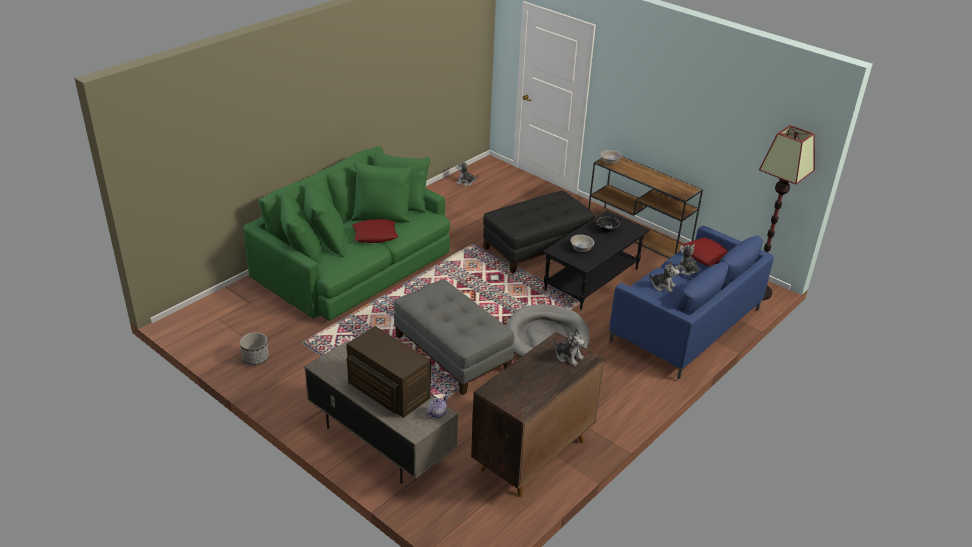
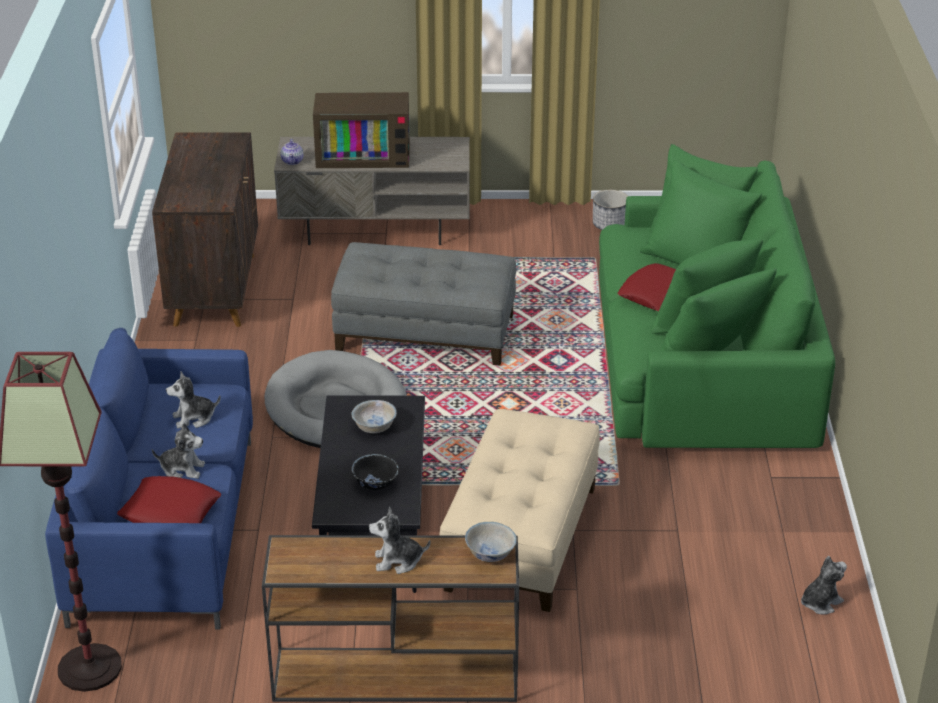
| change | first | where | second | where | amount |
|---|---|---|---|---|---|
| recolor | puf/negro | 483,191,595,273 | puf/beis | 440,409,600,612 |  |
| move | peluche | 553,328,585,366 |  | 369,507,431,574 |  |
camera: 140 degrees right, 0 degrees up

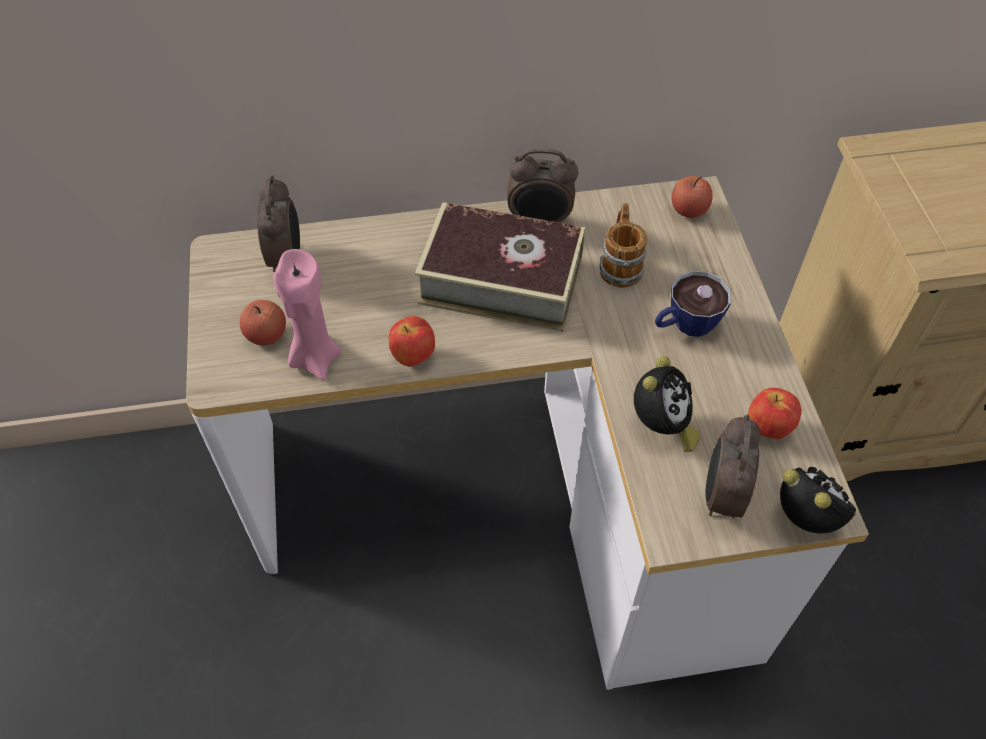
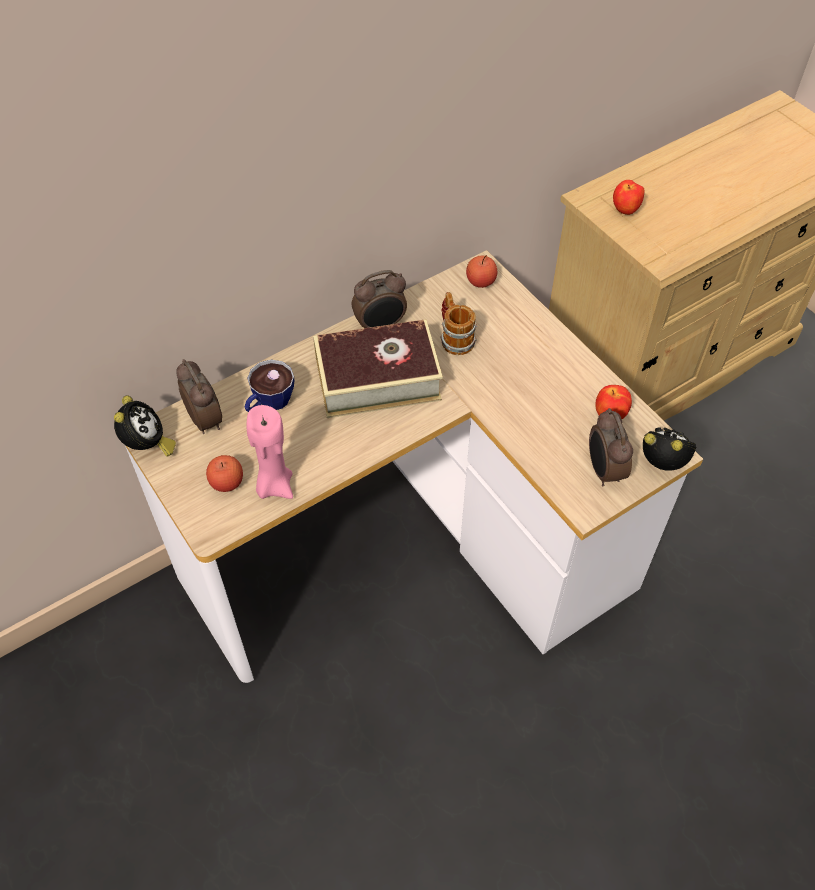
| change | first | where | second | where | amount |
|---|---|---|---|---|---|
| move | taza | 655,270,731,337 |  | 244,360,294,412 |  |
| move | manzana | 389,316,435,367 |  | 613,180,644,215 |  |
| move | despertador | 634,356,700,452 |  | 114,396,176,457 |  |
camera: 25 degrees left, 0 degrees up

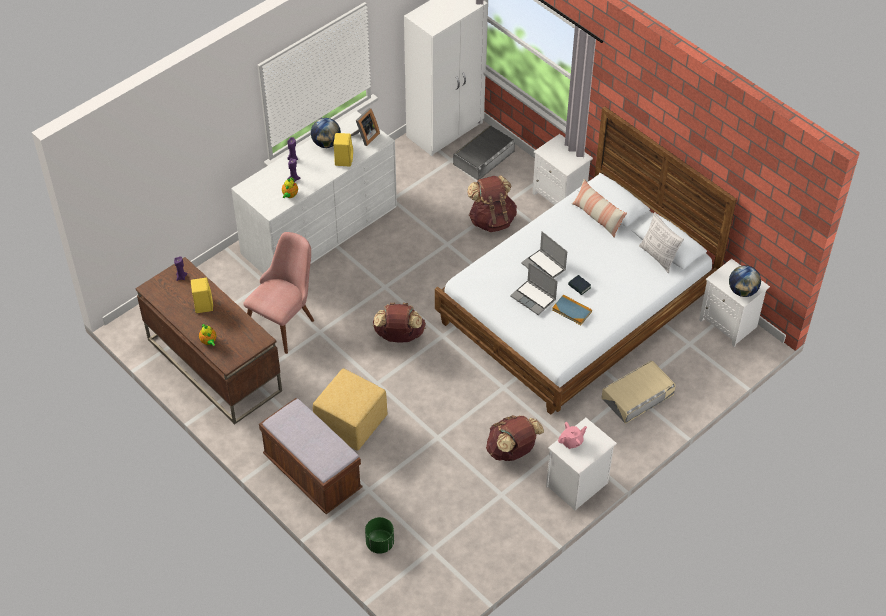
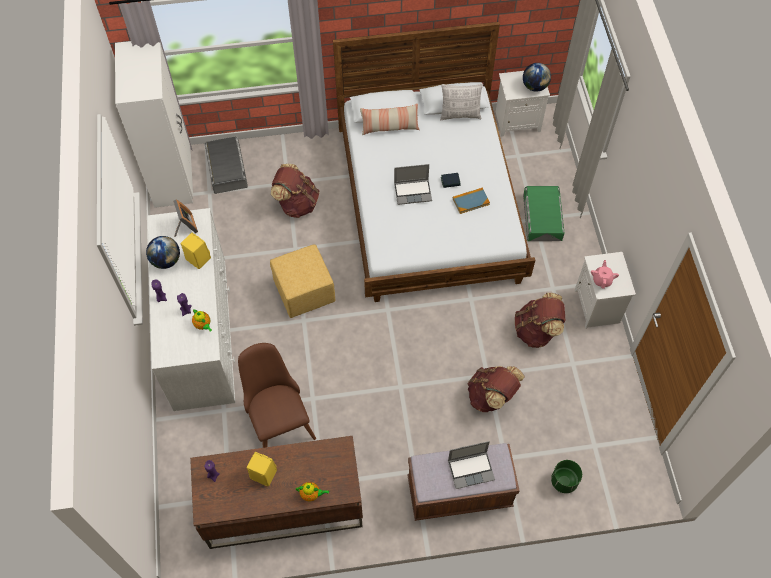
| change | first | where | second | where | amount |
|---|---|---|---|---|---|
| delete | mesita de noche/blanco | 532,134,593,205 |  |  |  |
| recolor | silla/rosa | 243,232,314,354 | silla/marrón | 238,343,316,448 |  |
| move | portátil | 510,262,558,315 |  | 448,441,495,489 |  |
| move | mochila/marrón | 373,303,426,342 |  | 468,366,525,412 |  |
| recolor | caja de almacenaje/beis | 601,361,676,423 | caja de almacenaje/verde | 523,186,565,241 |  |
| move | puf/amarillo | 313,368,388,451 |  | 270,244,336,318 |  |
camera: 55 degrees left, 10 degrees up

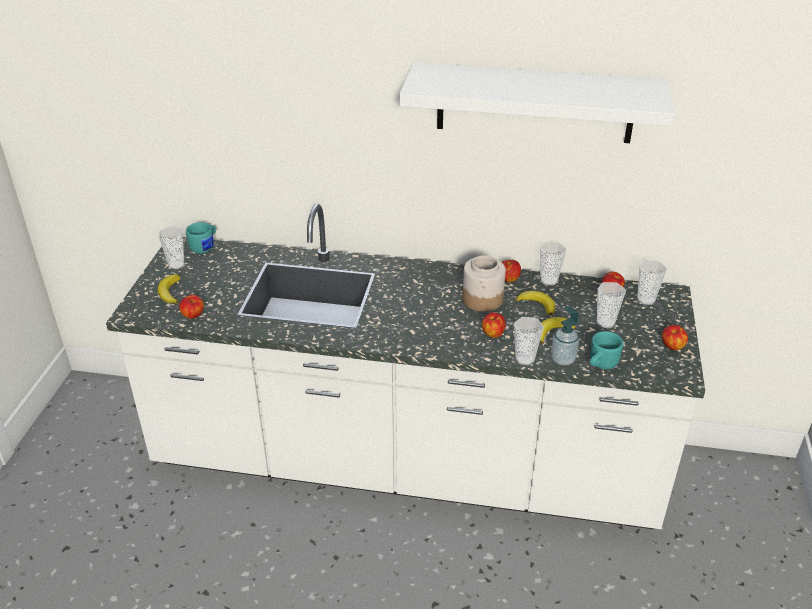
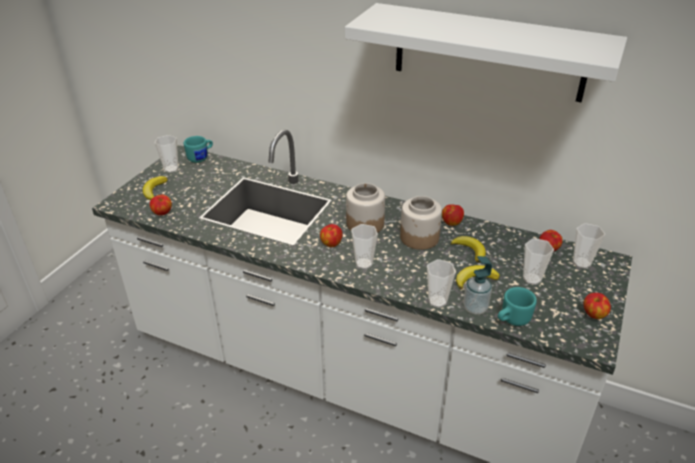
| change | first | where | second | where | amount |
|---|---|---|---|---|---|
| move | taza | 540,242,566,285 |  | 351,224,378,269 |  |
| move | manzana | 482,312,506,338 |  | 320,224,343,247 |  |
| insert |  |  | tarro | 346,183,385,233 |  |
camera: 15 degrees right, 0 degrees up

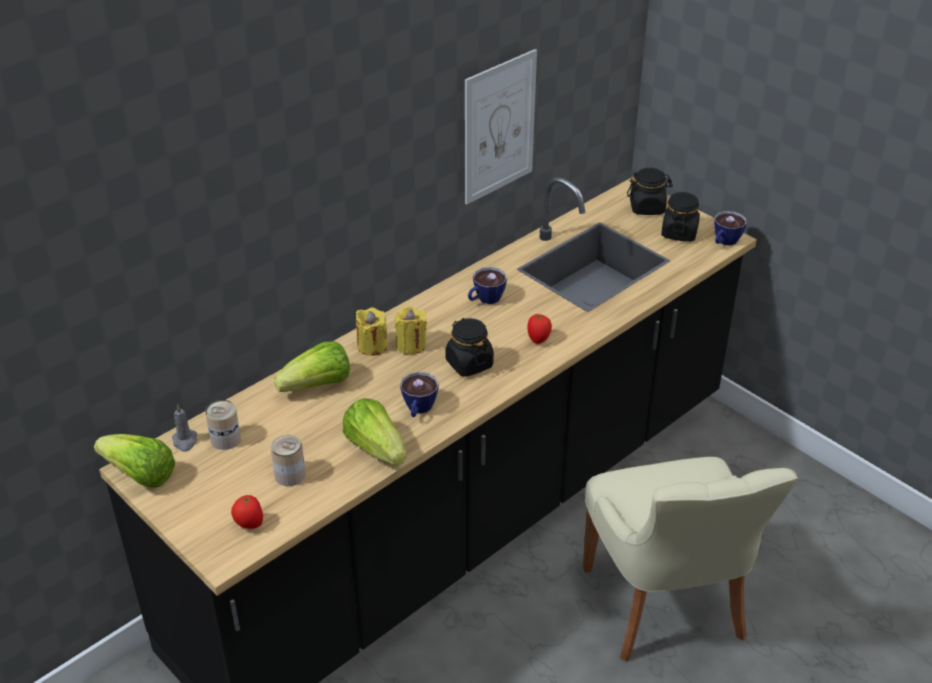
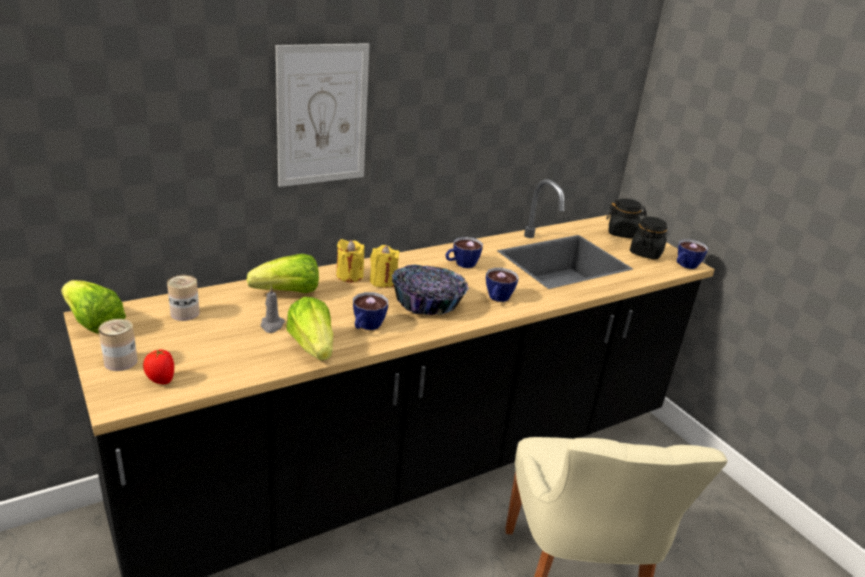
| change | first | where | second | where | amount |
|---|---|---|---|---|---|
| move | cuadro | 465,49,537,204 |  | 276,43,370,187 |  |
| replace | tomate | 527,313,552,344 | taza | 486,268,519,302 |  |
| replace | tarro/negro | 445,318,494,377 | cuenco | 392,265,469,315 |  |
| move | vela/gris | 172,404,197,452 |  | 261,285,285,333 |  |
| move | lata | 271,435,306,486 |  | 98,319,138,371 |  |
camera: 10 degrees right, 10 degrees down

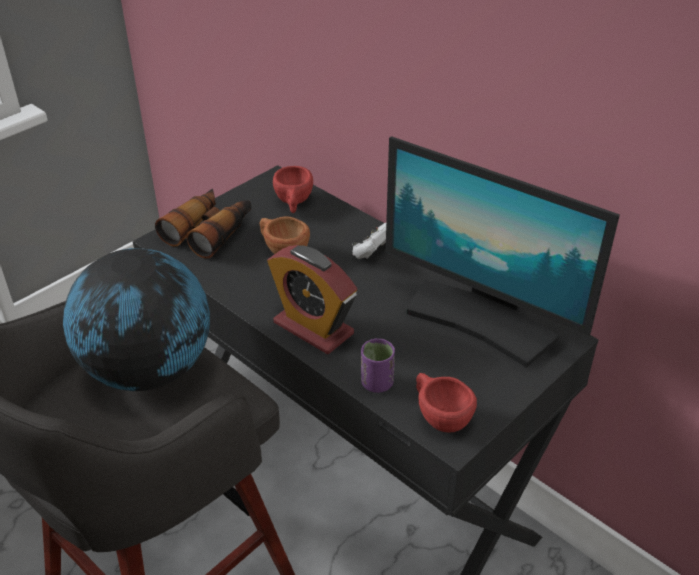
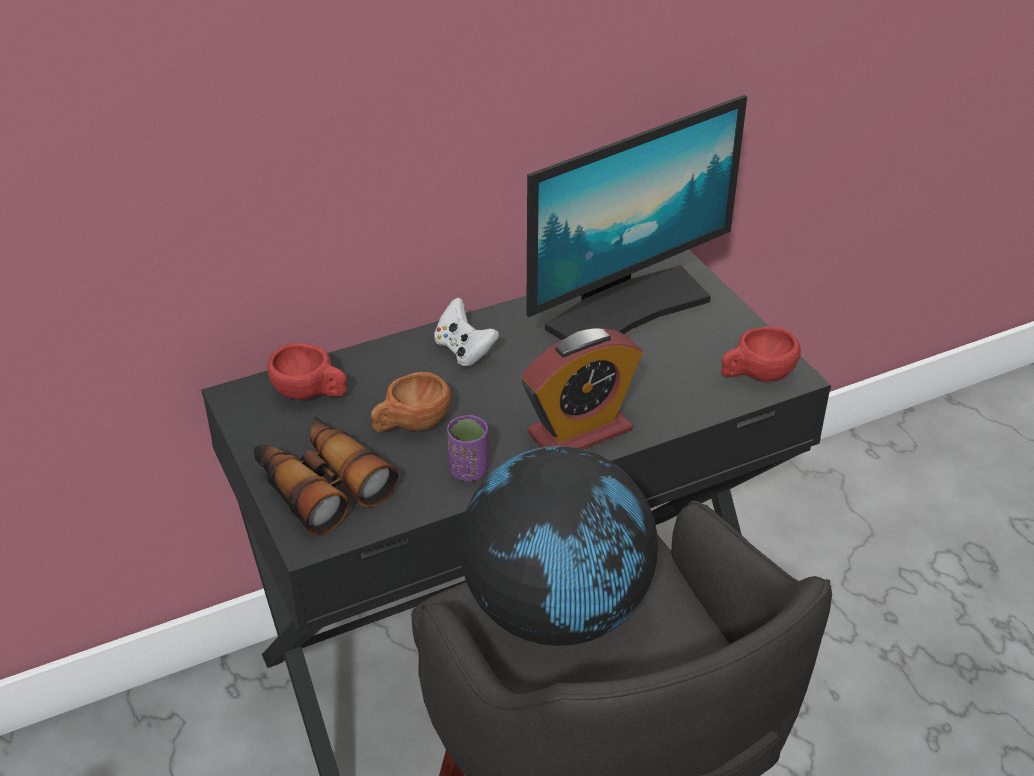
| change | first | where | second | where | amount |
|---|---|---|---|---|---|
| move | taza/morado | 361,339,395,393 |  | 447,415,488,481 |  |
camera: 70 degrees left, 0 degrees up

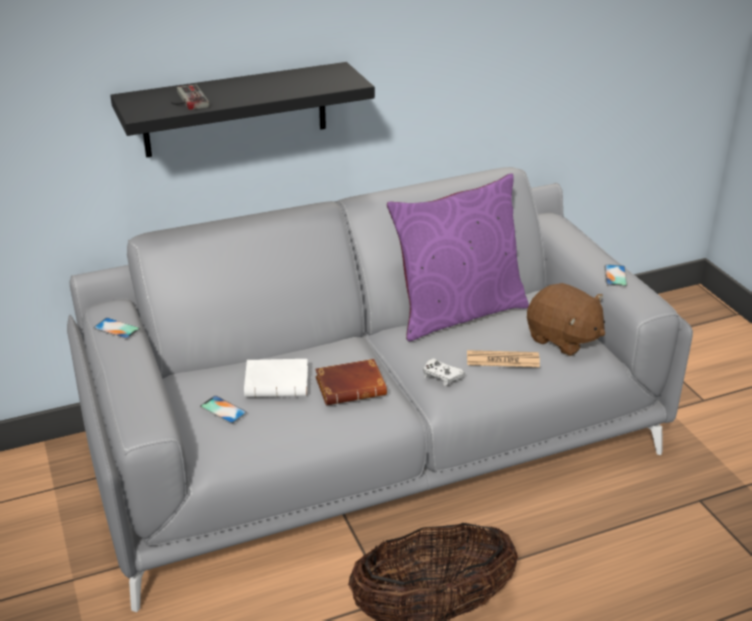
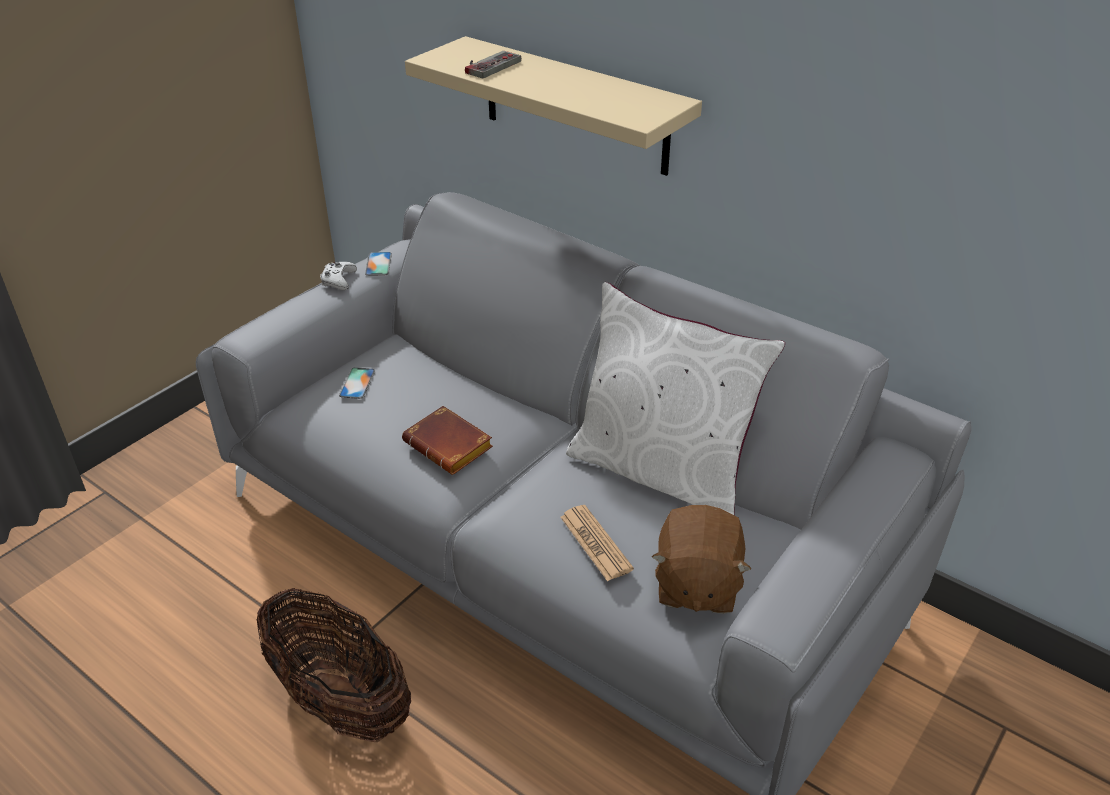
| change | first | where | second | where | amount |
|---|---|---|---|---|---|
| recolor | estante/negro | 110,62,375,157 | estante/beis | 405,36,702,176 |  |
| recolor | cojín/morado | 387,173,529,341 | cojín/blanco | 566,282,785,515 |  |
| delete | móvil | 604,264,628,287 |  |  |  |
| move | mando de consola/blanco | 424,358,465,386 |  | 320,262,357,290 |  |
| delete | libro/blanco | 244,359,308,397 |  |  |  |
camera: 60 degrees right, 5 degrees up

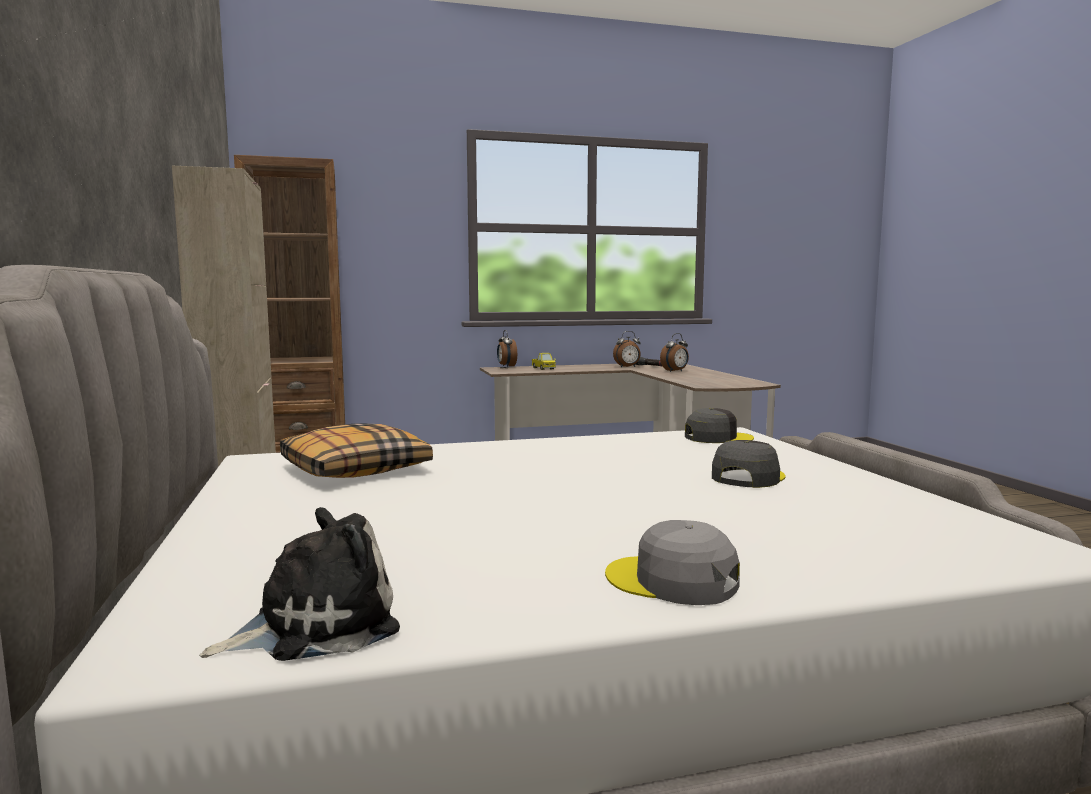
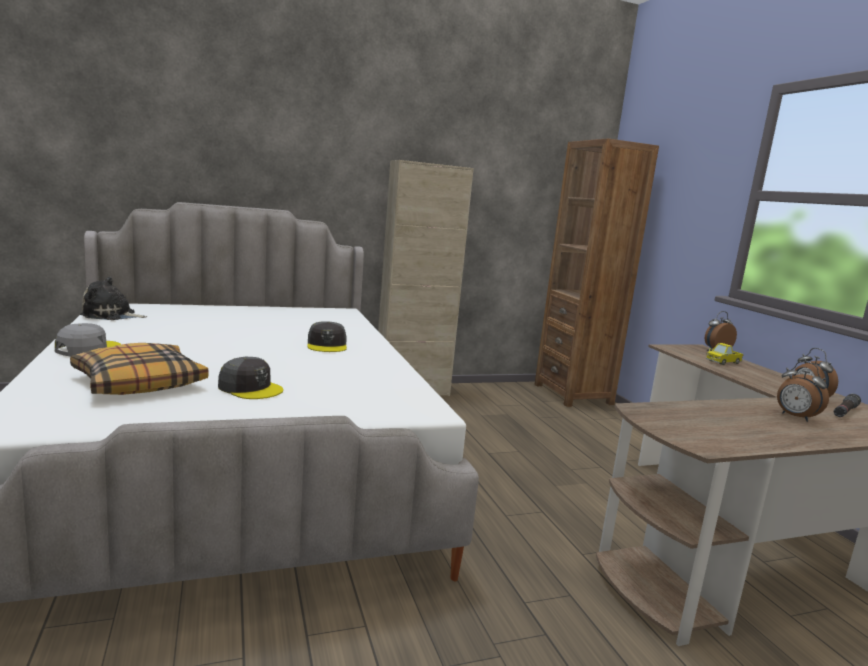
| change | first | where | second | where | amount |
|---|---|---|---|---|---|
| move | gorra/gris | 685,408,754,443 |  | 307,321,347,352 |  |
| move | cojín | 280,423,433,478 |  | 70,343,209,395 |  |
| rotate | peluche | 199,507,400,661 |  | 80,276,148,320 | 120 degrees clockwise |
camera: 85 degrees right, 5 degrees up

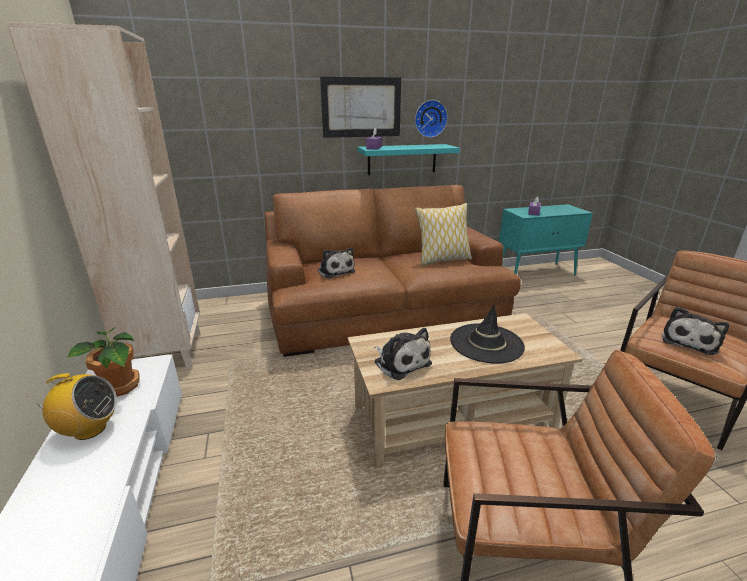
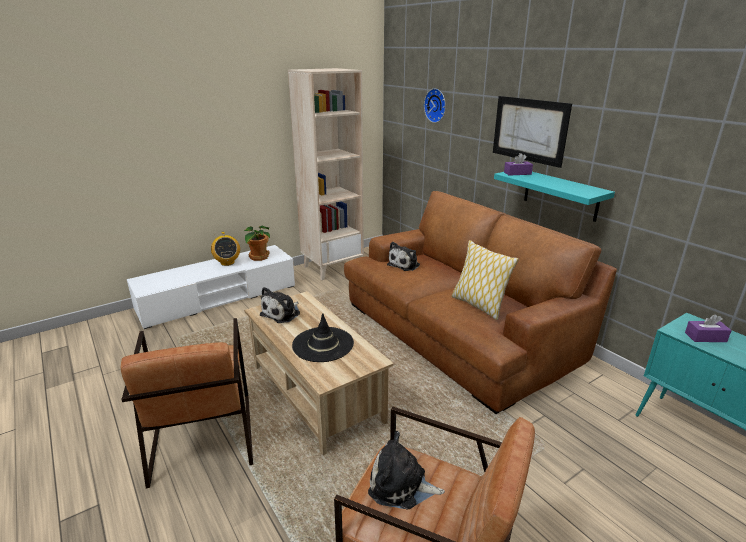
| change | first | where | second | where | amount |
|---|---|---|---|---|---|
| move | reloj de pared | 415,100,448,138 |  | 424,89,446,123 |  |
camera: 70 degrees right, 0 degrees up

